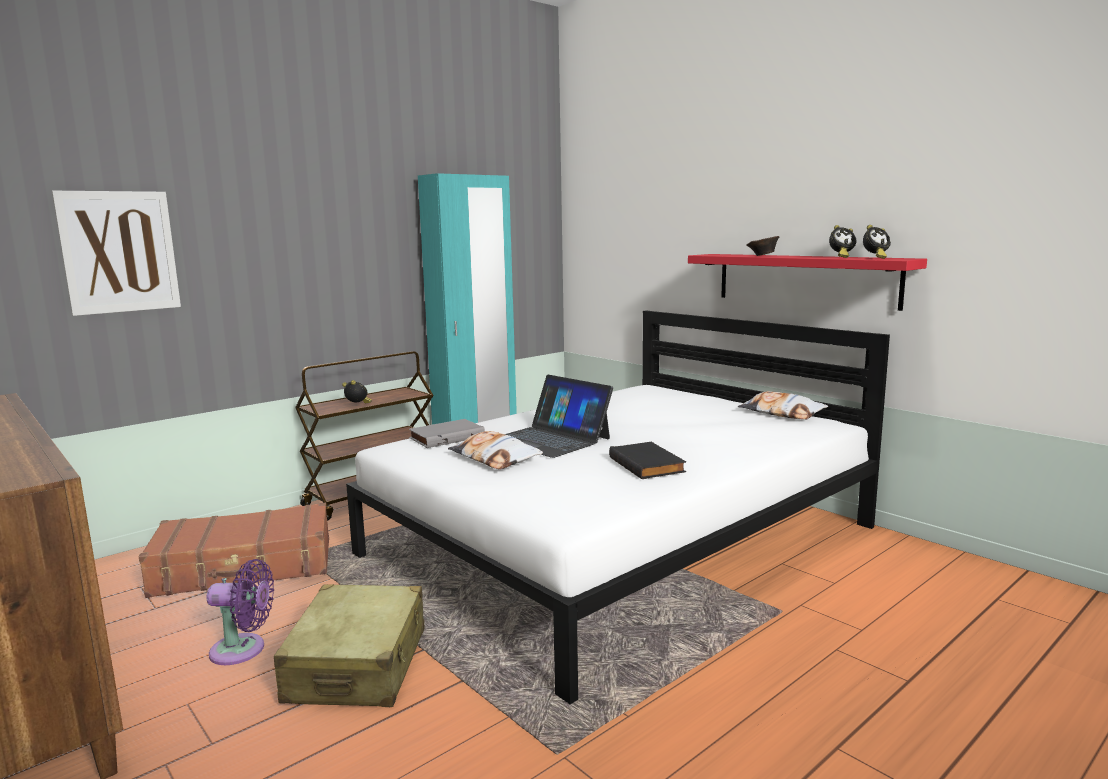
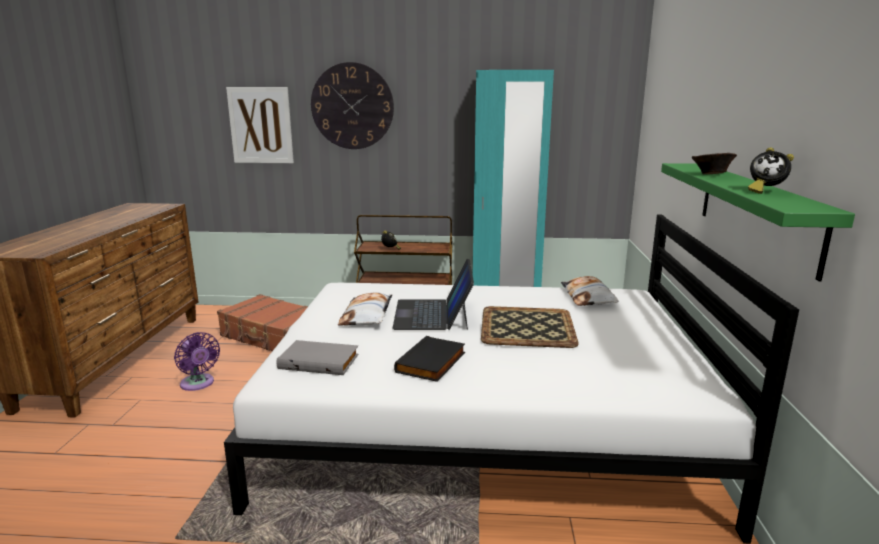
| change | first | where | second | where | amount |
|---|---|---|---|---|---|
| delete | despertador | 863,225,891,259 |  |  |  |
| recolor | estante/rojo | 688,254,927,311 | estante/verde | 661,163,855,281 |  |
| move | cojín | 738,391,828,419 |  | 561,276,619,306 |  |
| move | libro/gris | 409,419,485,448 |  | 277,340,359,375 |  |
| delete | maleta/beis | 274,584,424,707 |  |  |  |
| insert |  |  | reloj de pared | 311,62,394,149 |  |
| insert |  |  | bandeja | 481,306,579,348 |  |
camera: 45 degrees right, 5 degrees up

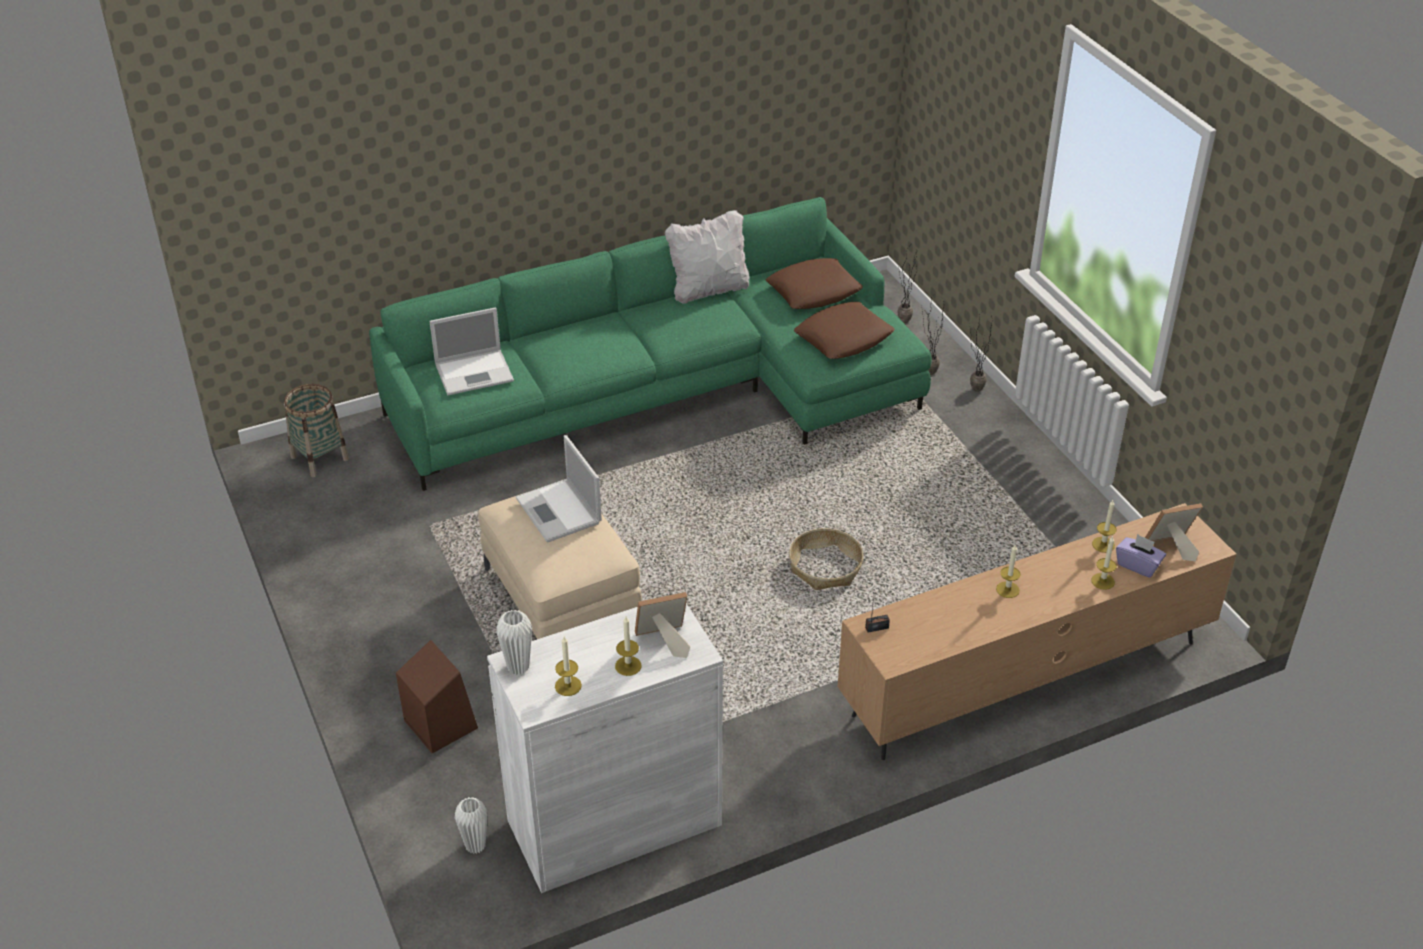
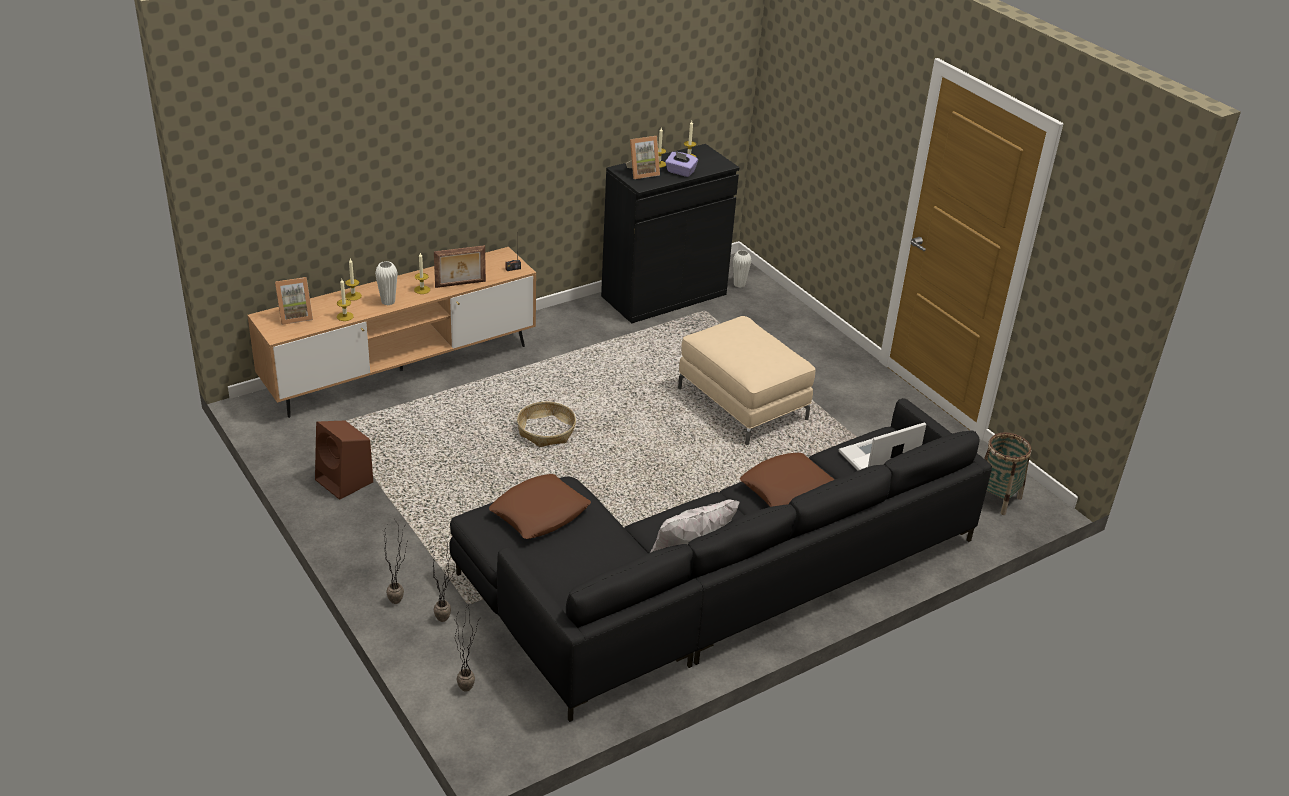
| change | first | where | second | where | amount |
|---|---|---|---|---|---|
| recolor | sofá/verde | 369,197,932,491 | sofá/negro | 449,398,992,722 |  |
| move | cojín/marrón | 766,258,863,309 |  | 740,453,835,507 |  |
| delete | portátil | 516,435,602,543 |  |  |  |
| move | caja de pañuelos/morado | 1116,534,1166,578 |  | 665,151,698,177 |  |
| recolor | armario/blanco | 487,603,723,893 | armario/negro | 601,144,739,323 |  |
| move | florero/blanco | 496,610,532,675 |  | 375,261,398,306 |  |
| move | altavoz/marrón | 396,640,478,753 |  | 315,421,373,500 |  |
| insert |  |  | portarretratos | 434,245,486,288 |  |
camera: 170 degrees right, 5 degrees down

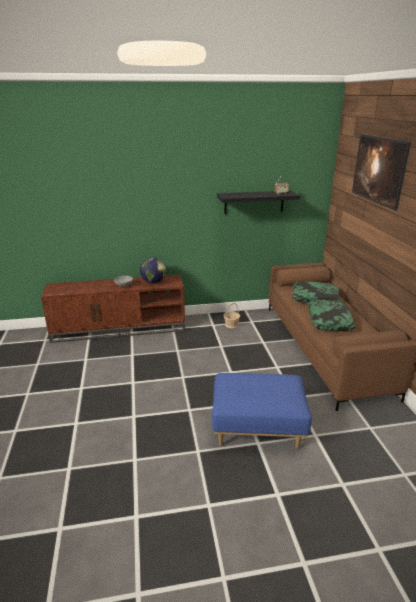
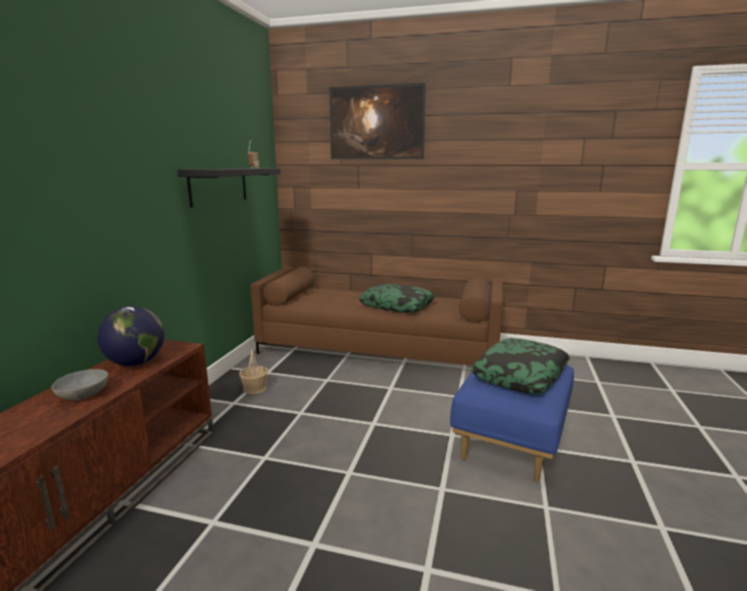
| change | first | where | second | where | amount |
|---|---|---|---|---|---|
| move | cojín | 292,282,341,303 |  | 471,338,570,394 |  |
camera: 65 degrees left, 10 degrees down

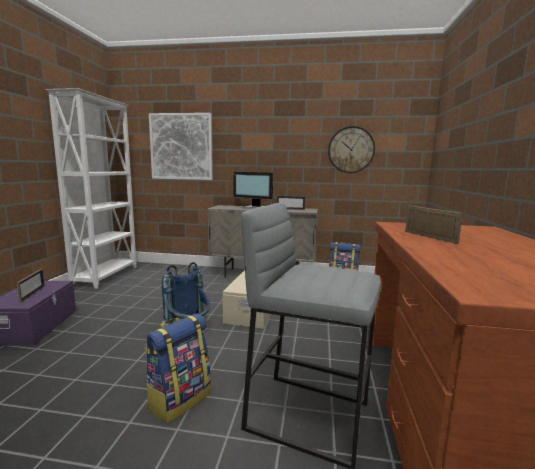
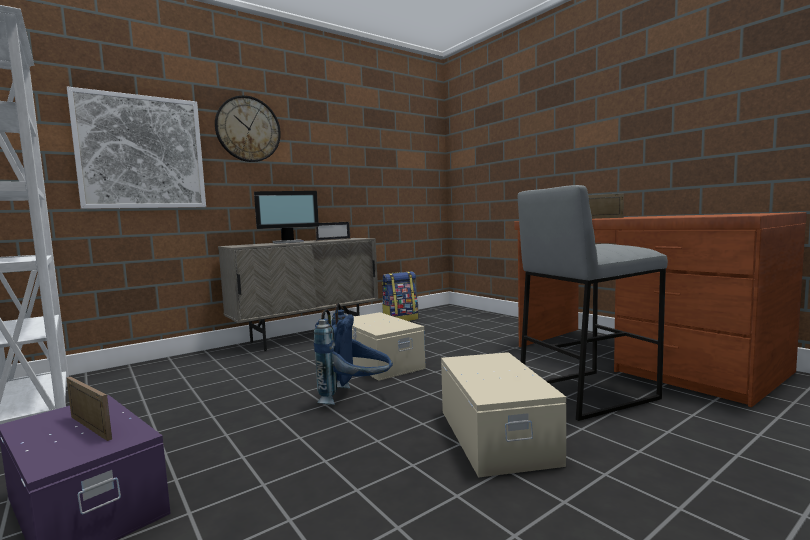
| change | first | where | second | where | amount |
|---|---|---|---|---|---|
| move | reloj de pared | 328,126,375,173 |  | 215,95,281,162 |  |
| replace | mochila | 145,313,211,423 | caja de almacenaje/beis | 441,352,566,478 |  |
camera: 45 degrees left, 5 degrees down

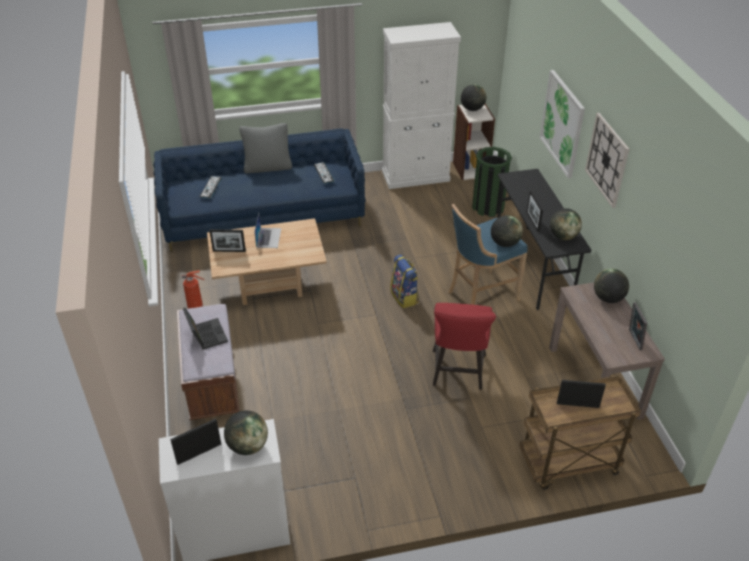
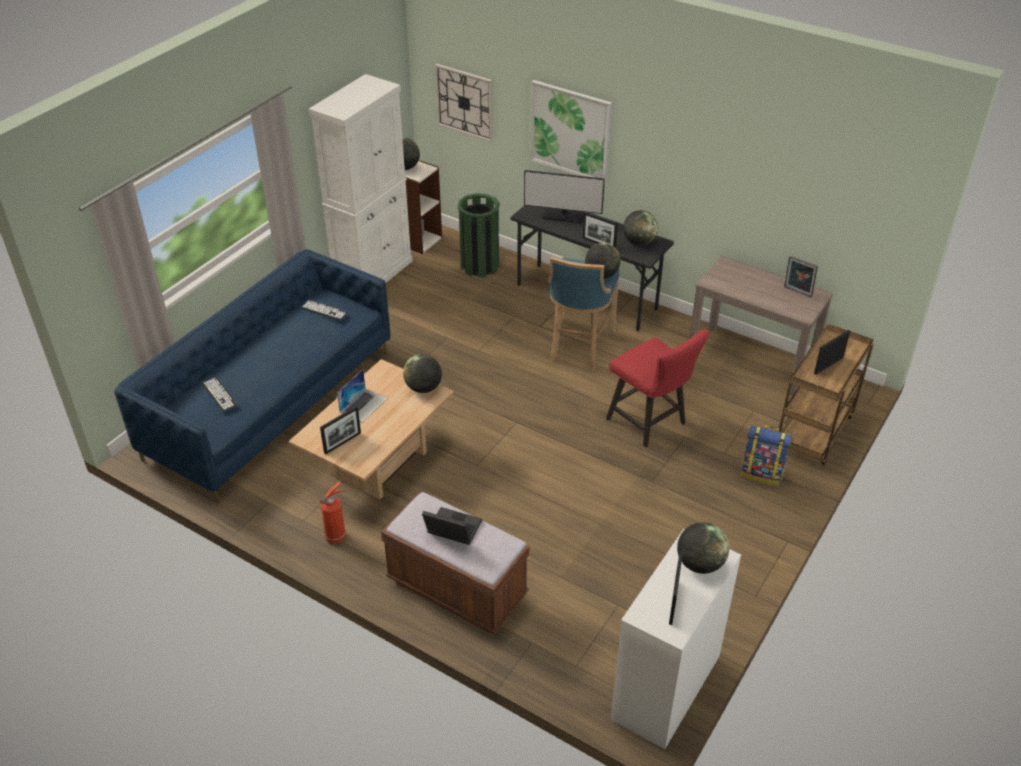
| change | first | where | second | where | amount |
|---|---|---|---|---|---|
| move | reloj de pared | 585,113,629,208 |  | 435,64,493,142 |  |
| delete | cojín/gris | 239,123,292,173 |  |  |  |
| rotate | portátil | 254,213,281,248 |  | 337,369,388,423 | 75 degrees clockwise |
| move | mochila | 390,255,419,308 |  | 741,425,791,486 |  |
| move | globo terráqueo | 594,268,629,303 |  | 403,354,442,393 |  |
| insert |  |  | monitor | 524,170,605,223 |  |
camera: 45 degrees left, 0 degrees up

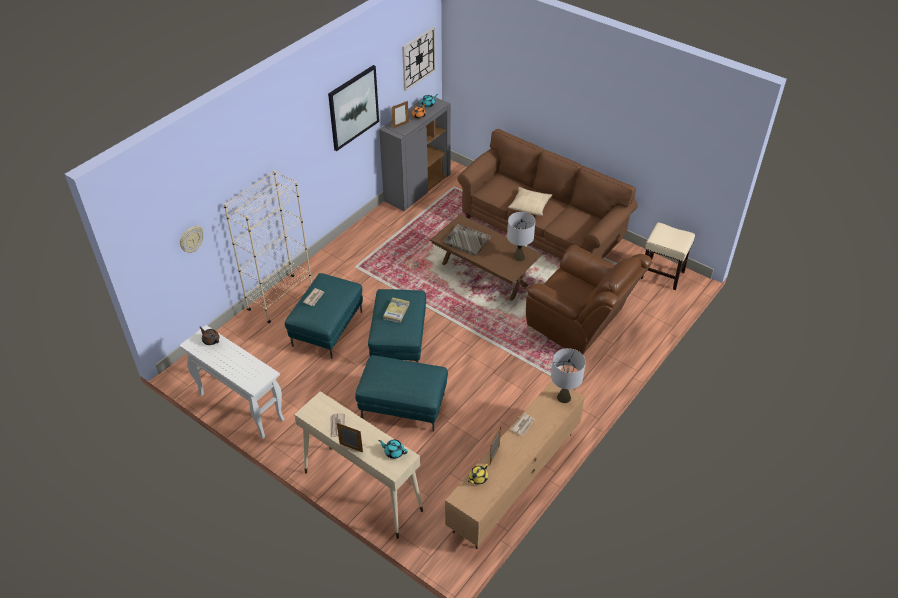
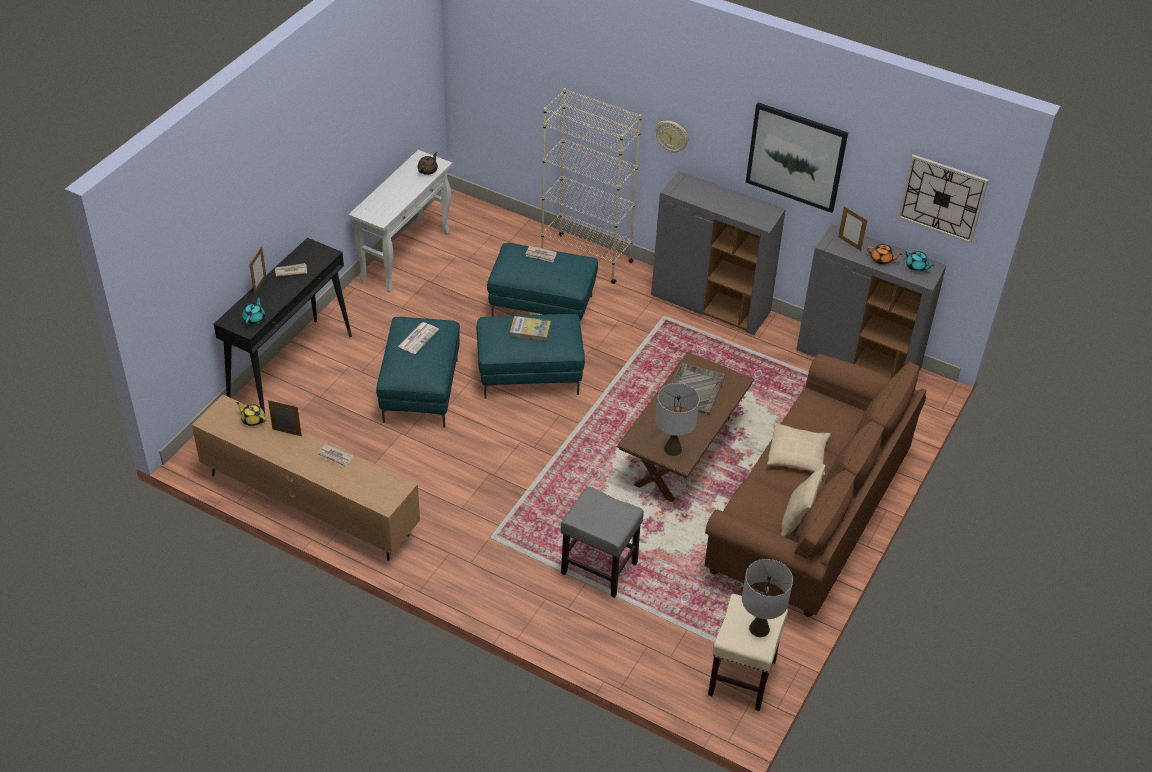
| change | first | where | second | where | amount |
|---|---|---|---|---|---|
| move | reloj de pared | 180,226,204,253 |  | 656,121,688,153 |  |
| replace | sillón/marrón | 526,245,652,354 | taburete/gris | 561,486,644,598 |  |
| move | lámpara de mesa/gris | 551,348,586,403 |  | 742,559,793,637 |  |
| recolor | mesa consola/beis | 294,391,423,539 | mesa consola/negro | 214,238,352,413 |  |
| insert |  |  | armario/gris | 651,171,786,335 |  |
| insert |  |  | periódico | 398,322,439,354 |  |
| insert |  |  | cojín/beis | 781,464,825,537 |  |
camera: 80 degrees right, 0 degrees up

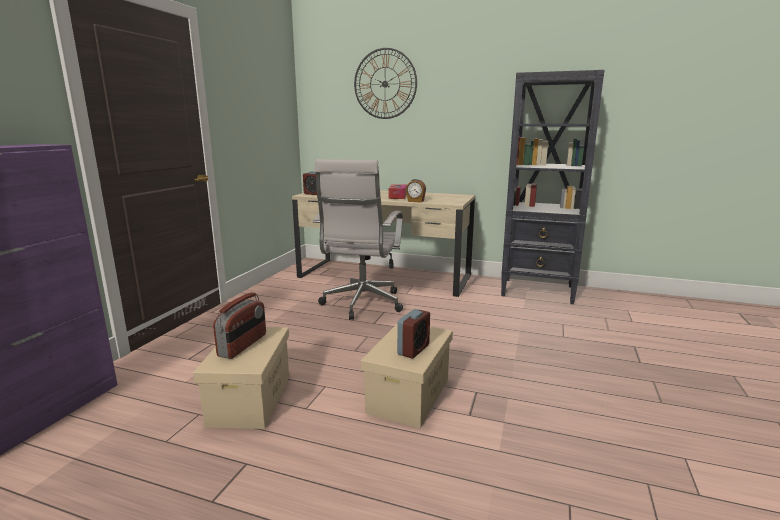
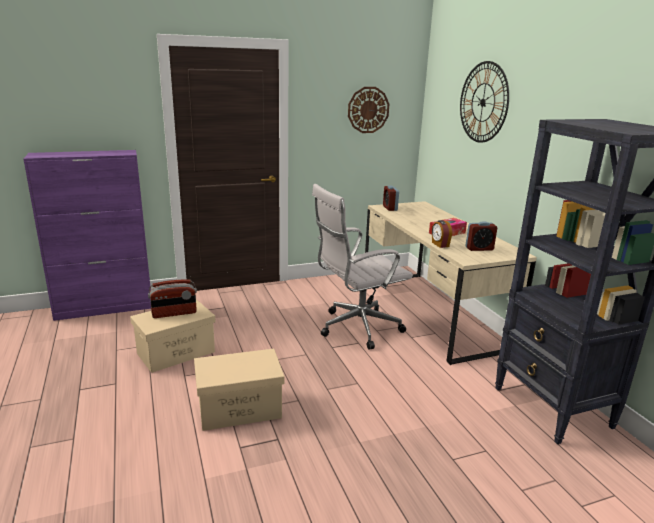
| change | first | where | second | where | amount |
|---|---|---|---|---|---|
| move | despertador | 397,309,430,358 |  | 465,221,497,251 |  |
| insert |  |  | reloj de pared | 348,87,389,133 |  |
camera: 50 degrees right, 5 degrees up

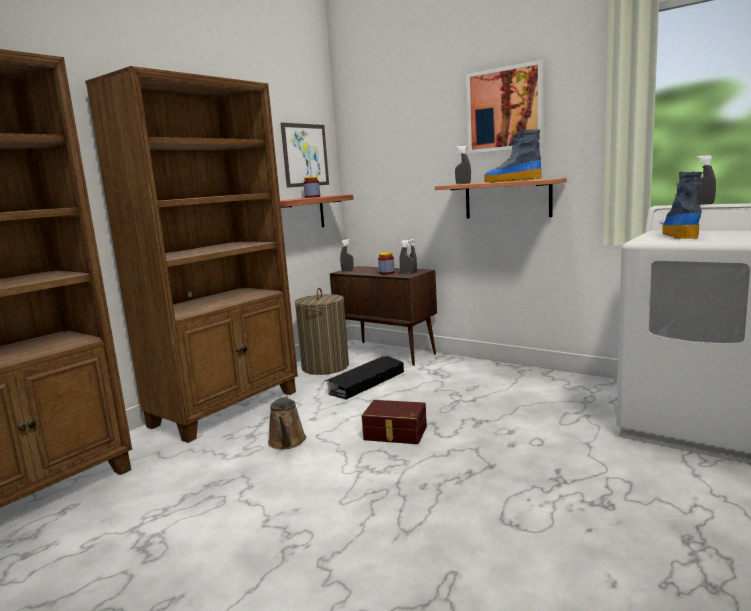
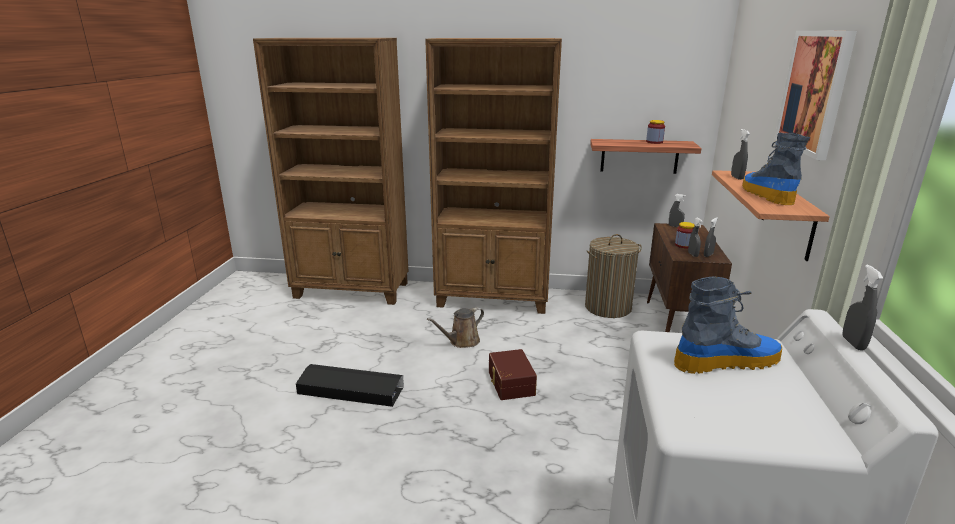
| change | first | where | second | where | amount |
|---|---|---|---|---|---|
| delete | cuadro | 281,123,329,188 |  |  |  |
| move | caja de almacenaje/negro | 325,356,404,400 |  | 296,364,404,407 |  |
camera: 60 degrees right, 10 degrees up

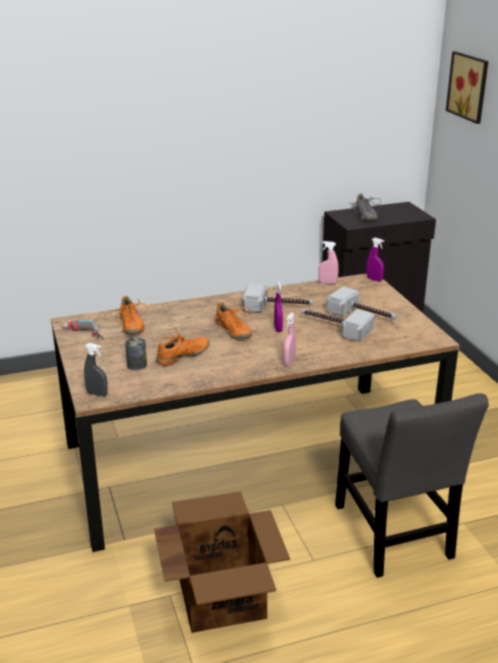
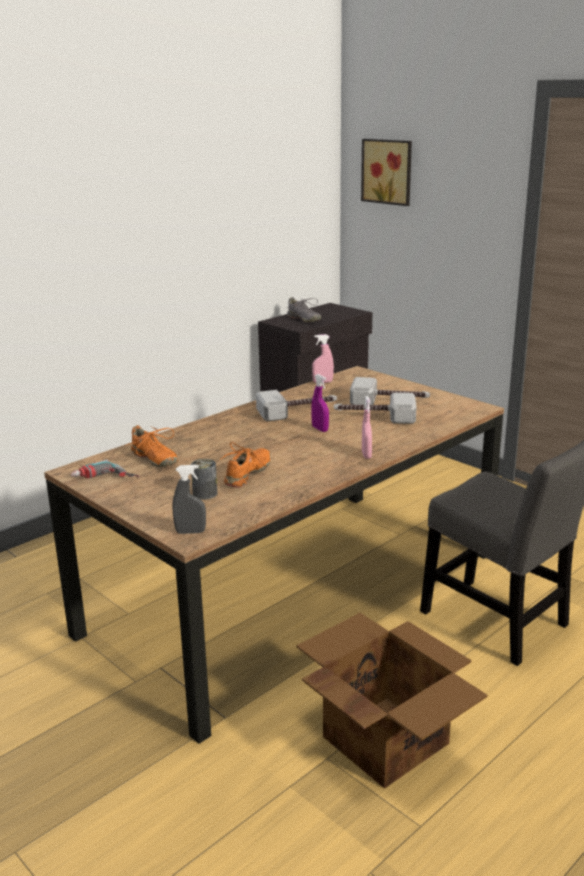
| change | first | where | second | where | amount |
|---|---|---|---|---|---|
| delete | pulverizador/morado | 367,238,384,282 |  |  |  |
| delete | zapato/naranja | 211,302,252,340 |  |  |  |
camera: 25 degrees left, 5 degrees down

